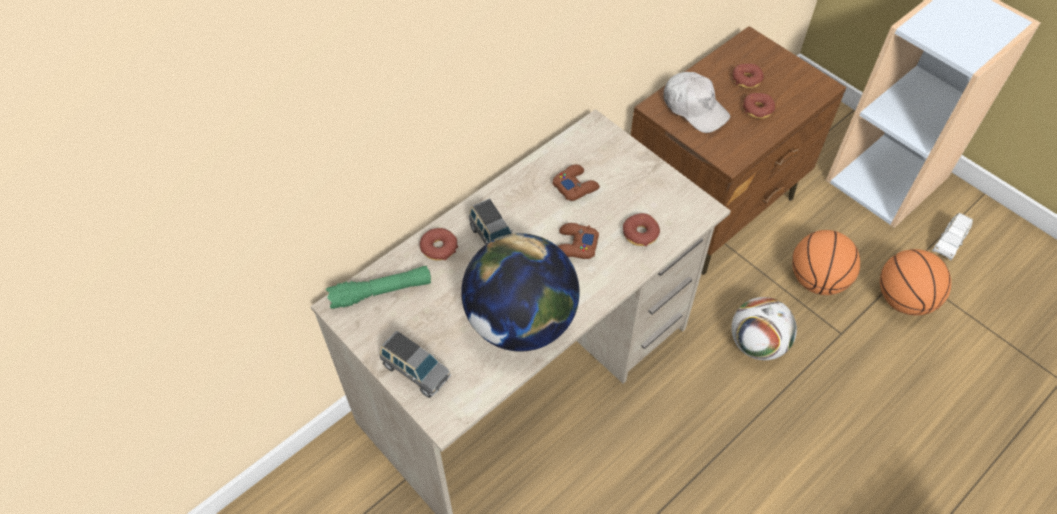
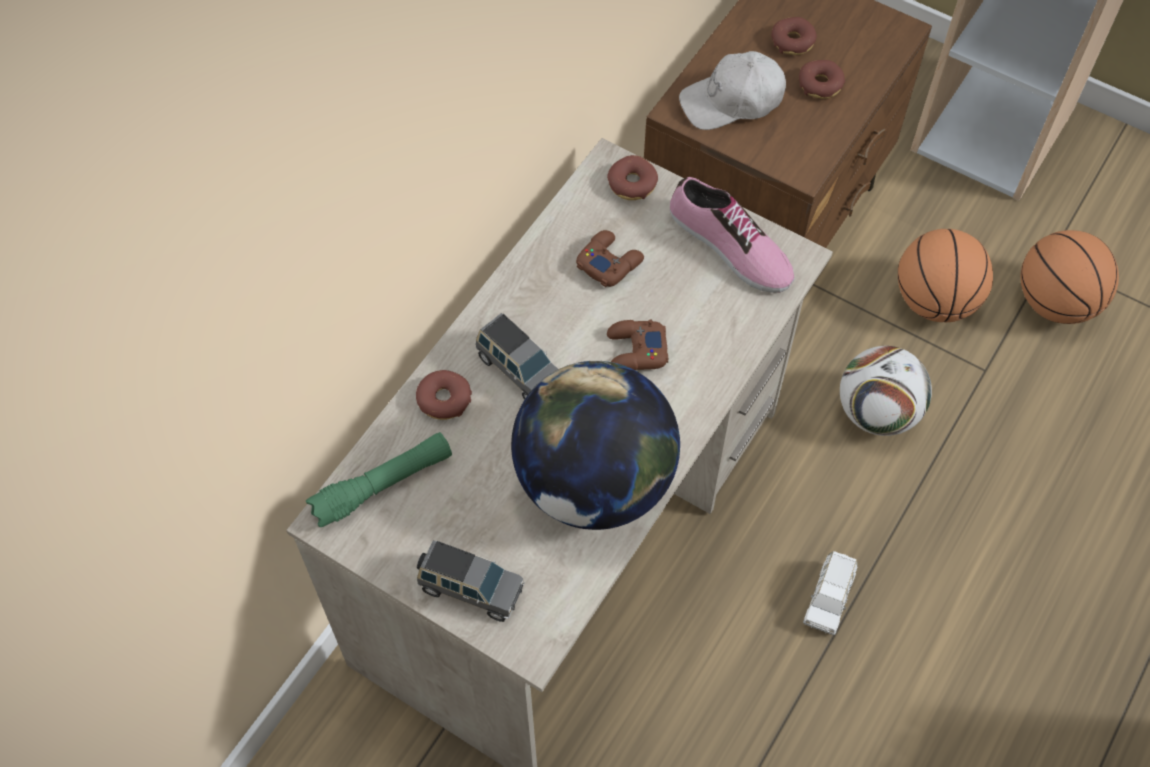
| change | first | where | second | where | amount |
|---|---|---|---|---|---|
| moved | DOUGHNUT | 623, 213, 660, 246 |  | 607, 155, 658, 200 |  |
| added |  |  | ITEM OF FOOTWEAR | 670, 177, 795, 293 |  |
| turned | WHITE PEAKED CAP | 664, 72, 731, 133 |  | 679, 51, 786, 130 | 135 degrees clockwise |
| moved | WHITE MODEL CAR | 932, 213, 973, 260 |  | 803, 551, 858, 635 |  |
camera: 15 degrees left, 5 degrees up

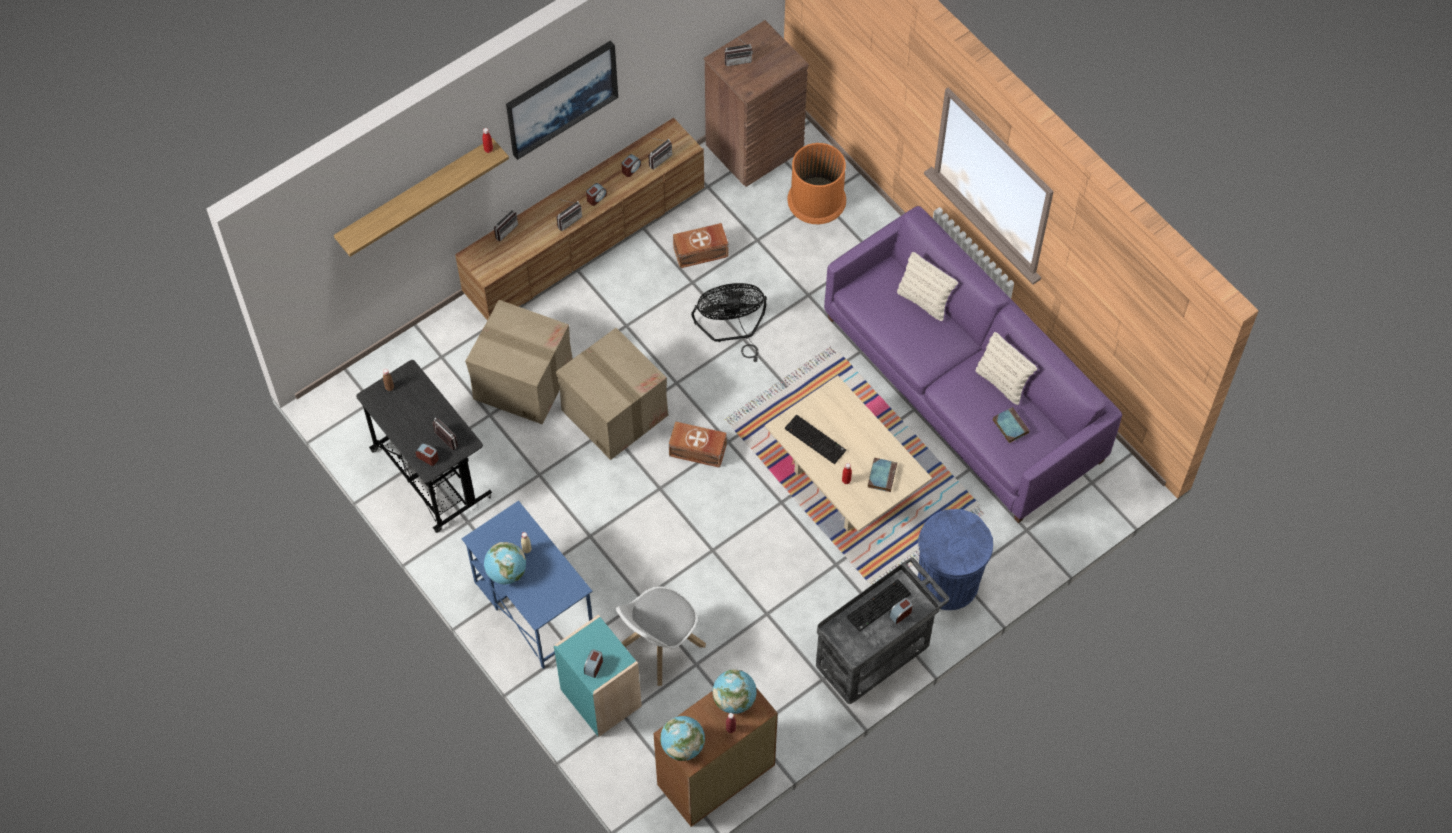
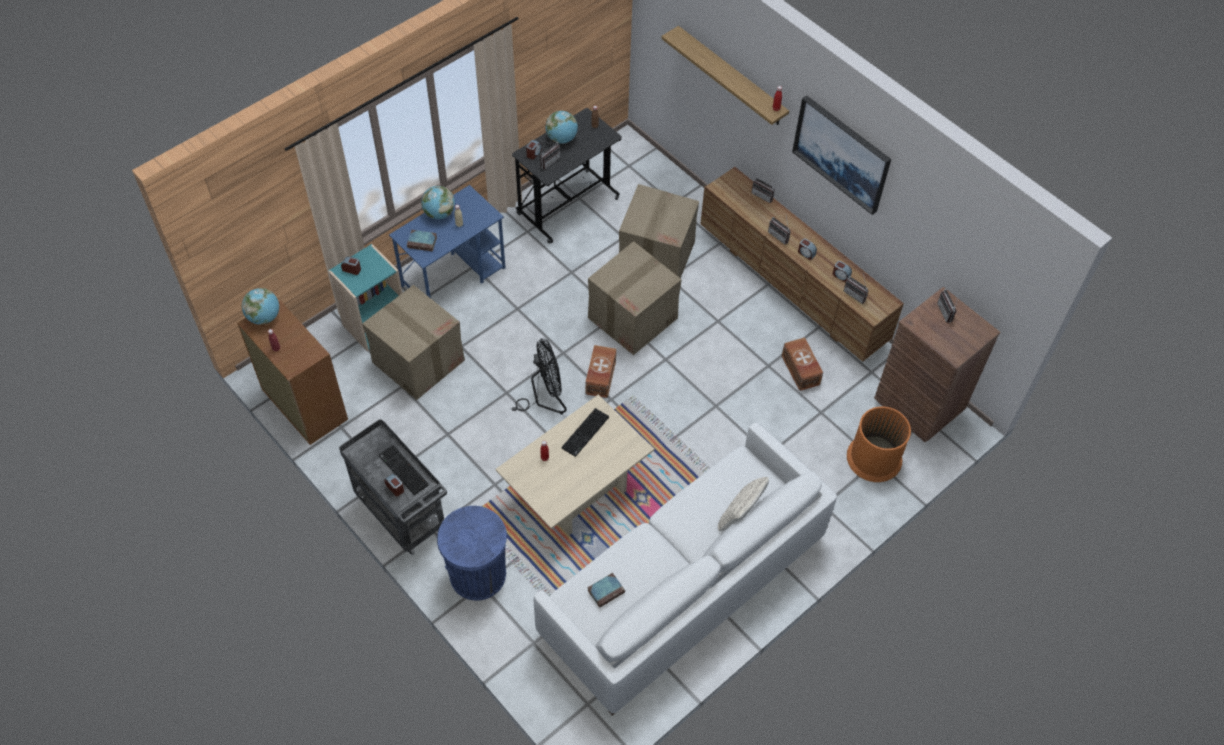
| change | first | where | second | where | amount |
|---|---|---|---|---|---|
| replaced | CHAIR | 616, 586, 706, 686 | CARDBOARD BOX | 362, 285, 465, 400 |  |
| moved | VOLUME | 868, 458, 897, 492 |  | 407, 230, 437, 252 |  |
| moved | BLACKISH COOLING FAN | 691, 283, 767, 362 |  | 511, 338, 567, 415 |  |
| recoloured | PURPLISH SOFA | 824, 206, 1122, 523 | WHITE SOFA | 534, 422, 837, 715 |  |
| moved | DESK GLOBE | 713, 669, 757, 714 |  | 546, 111, 578, 144 |  |
| removed | SAND-COLOURED THROW PILLOW | 975, 332, 1037, 405 |  |  |  |
camera: 85 degrees right, 5 degrees down

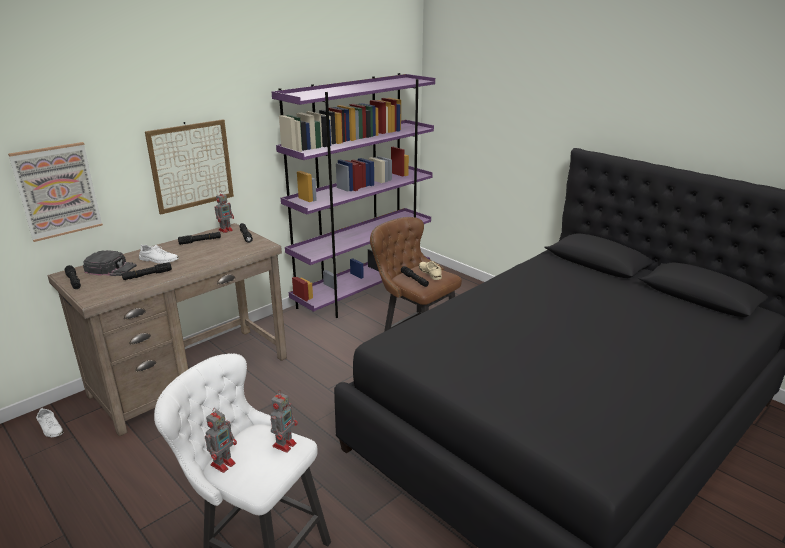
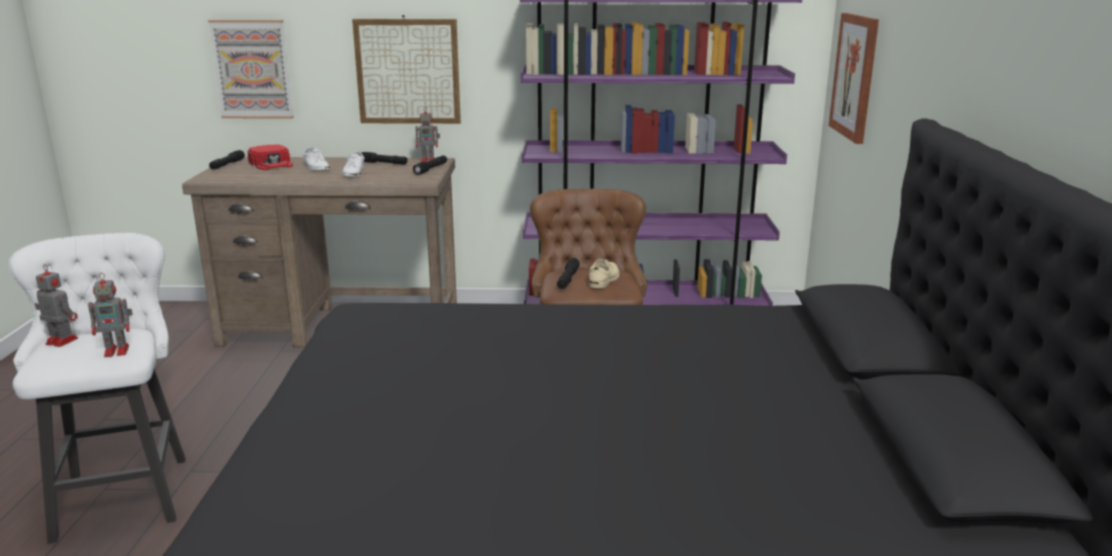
| change | first | where | second | where | amount |
|---|---|---|---|---|---|
| turned | ROBOT FIGURE | 205, 408, 237, 473 |  | 35, 264, 78, 347 | 150 degrees counterclockwise |
| recoloured | BLACKISH PEAKED CAP | 83, 250, 137, 276 | RED PEAKED CAP | 247, 144, 293, 170 |  |
| moved | WHITE ITEM OF FOOTWEAR | 36, 408, 64, 437 |  | 342, 150, 364, 177 |  |
| added |  |  | PICTURE | 829, 13, 879, 144 |  |
| removed | BLACKISH TORCH | 122, 262, 172, 280 |  |  |  |
camera: 45 degrees right, 5 degrees down

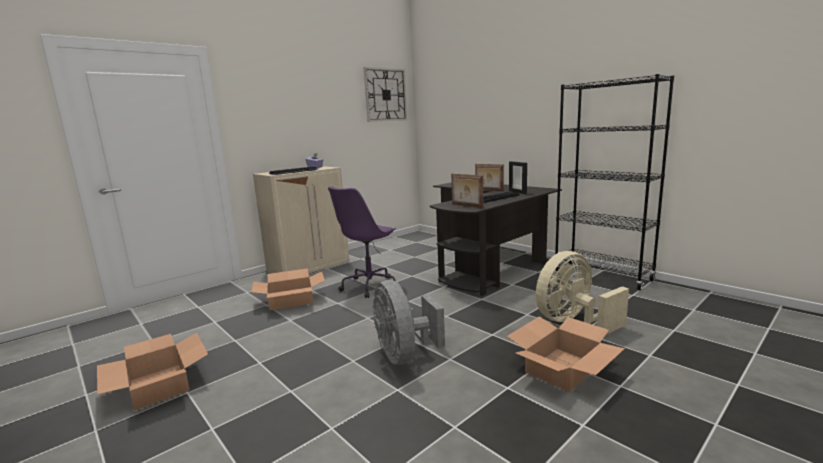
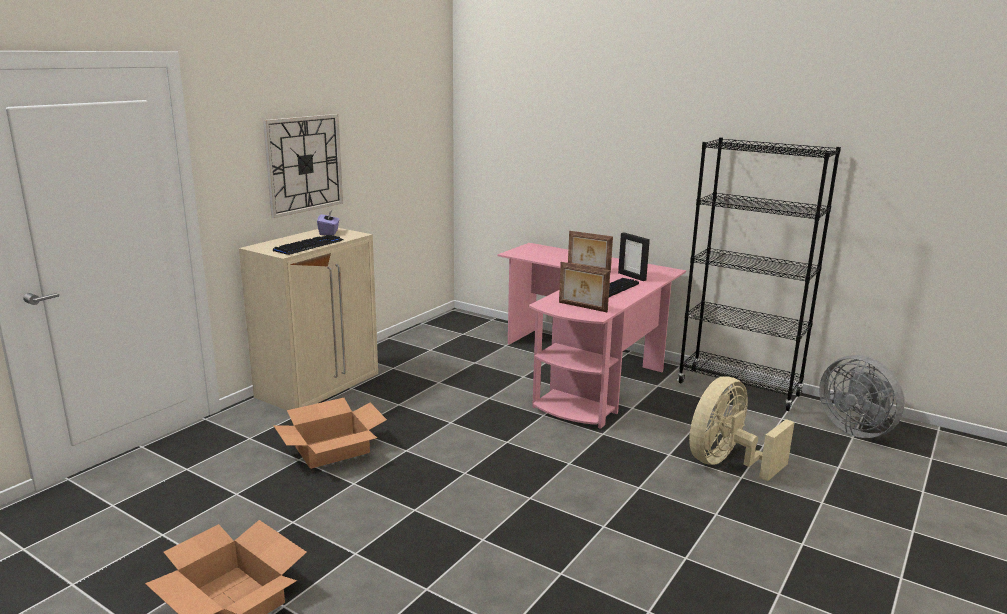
| change | first | where | second | where | amount |
|---|---|---|---|---|---|
| moved | HANGING CLOCK | 364, 67, 407, 122 |  | 263, 114, 343, 218 |  |
| recoloured | BLACKISH DESK | 430, 182, 562, 296 | PINK DESK | 497, 243, 686, 429 |  |
| moved | GREY COOLING FAN | 373, 280, 445, 365 |  | 819, 355, 905, 438 |  |
| removed | PURPLISH COMPUTER CHAIR | 328, 186, 396, 298 |  |  |  |
| removed | CARDBOARD BOX | 507, 316, 625, 392 |  |  |  |
camera: 15 degrees left, 5 degrees up

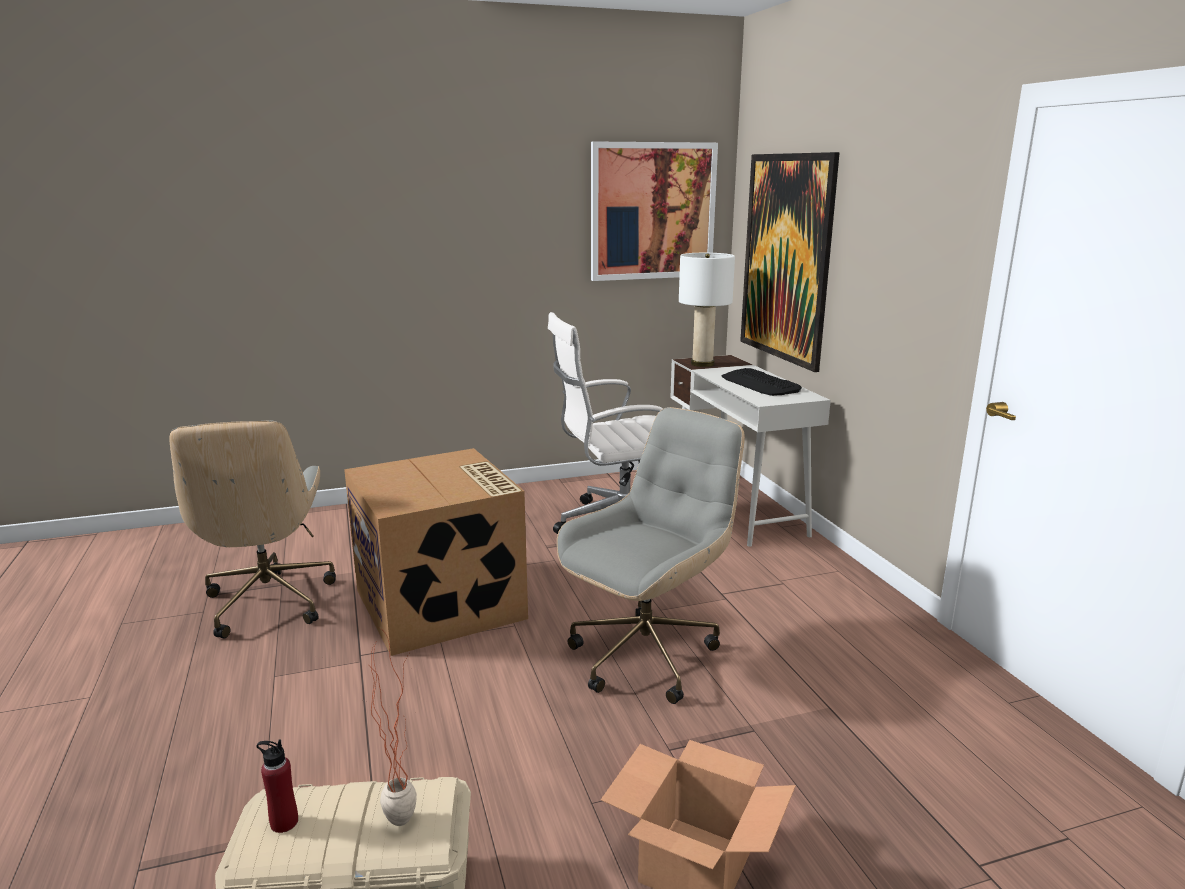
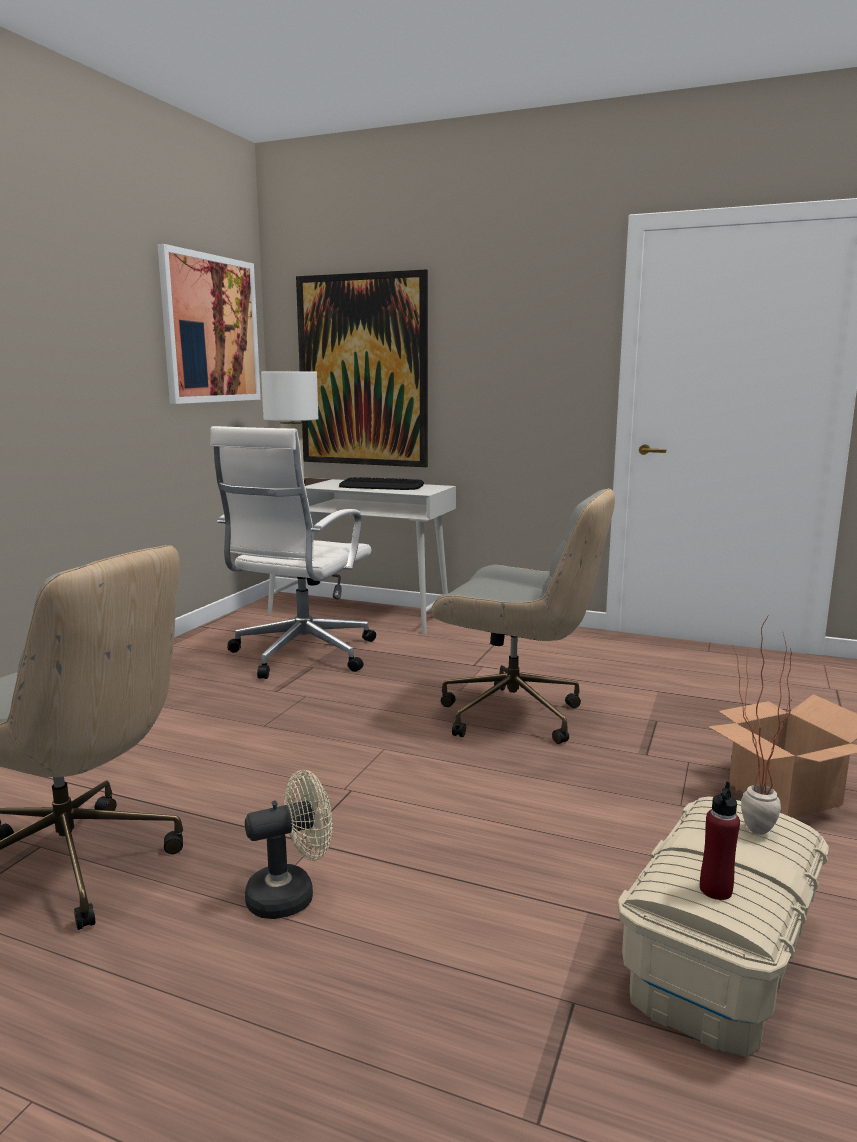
| change | first | where | second | where | amount |
|---|---|---|---|---|---|
| added |  |  | SAND-COLOURED COOLING FAN | 245, 770, 333, 919 |  |
| turned | GREY COMPUTER CHAIR | 557, 407, 745, 704 |  | 431, 488, 615, 744 | 120 degrees clockwise |
| removed | CARDBOARD BOX | 344, 448, 528, 656 |  |  |  |
camera: 50 degrees left, 5 degrees down

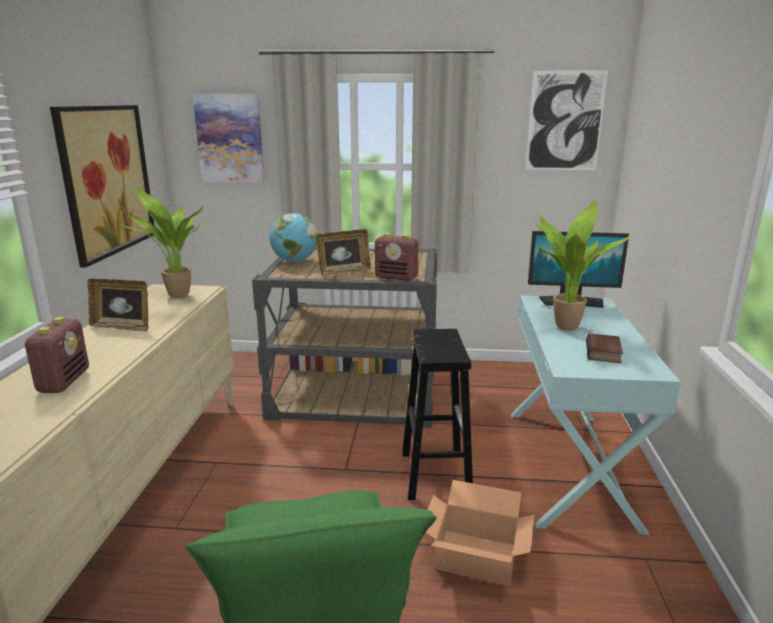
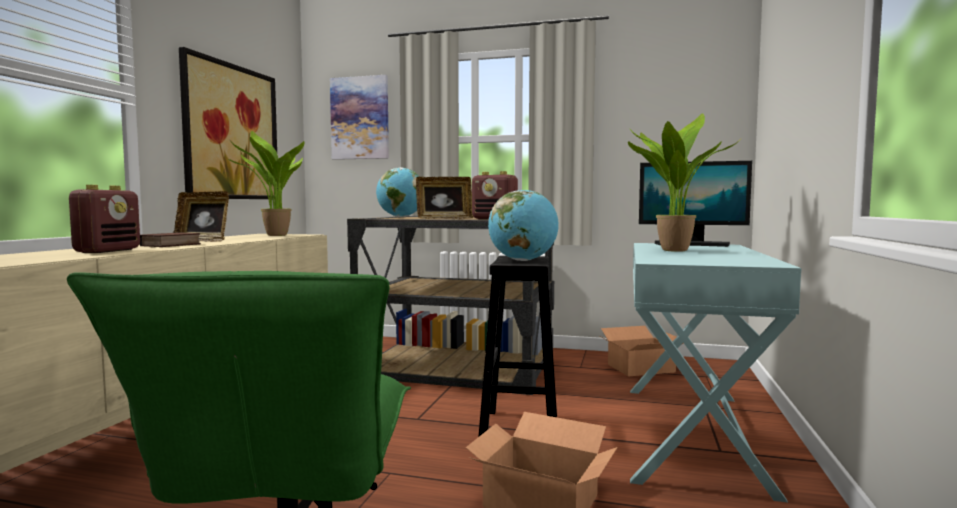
| change | first | where | second | where | amount |
|---|---|---|---|---|---|
| moved | VOLUME | 586, 333, 623, 363 |  | 140, 232, 201, 247 |  |
| added |  |  | DESK GLOBE | 488, 190, 559, 261 |  |
| added |  |  | CARDBOARD BOX | 601, 326, 683, 376 |  |
| removed | PICTURE | 526, 70, 608, 170 |  |  |  |
camera: 10 degrees right, 15 degrees down

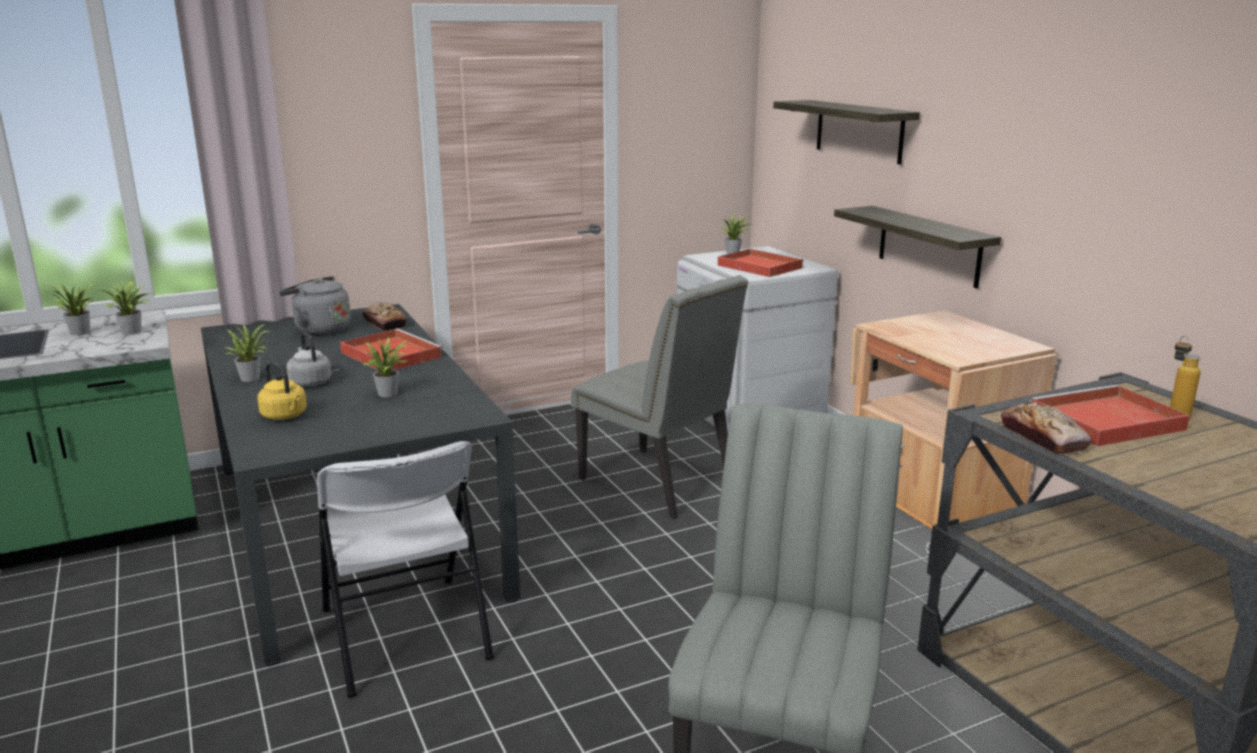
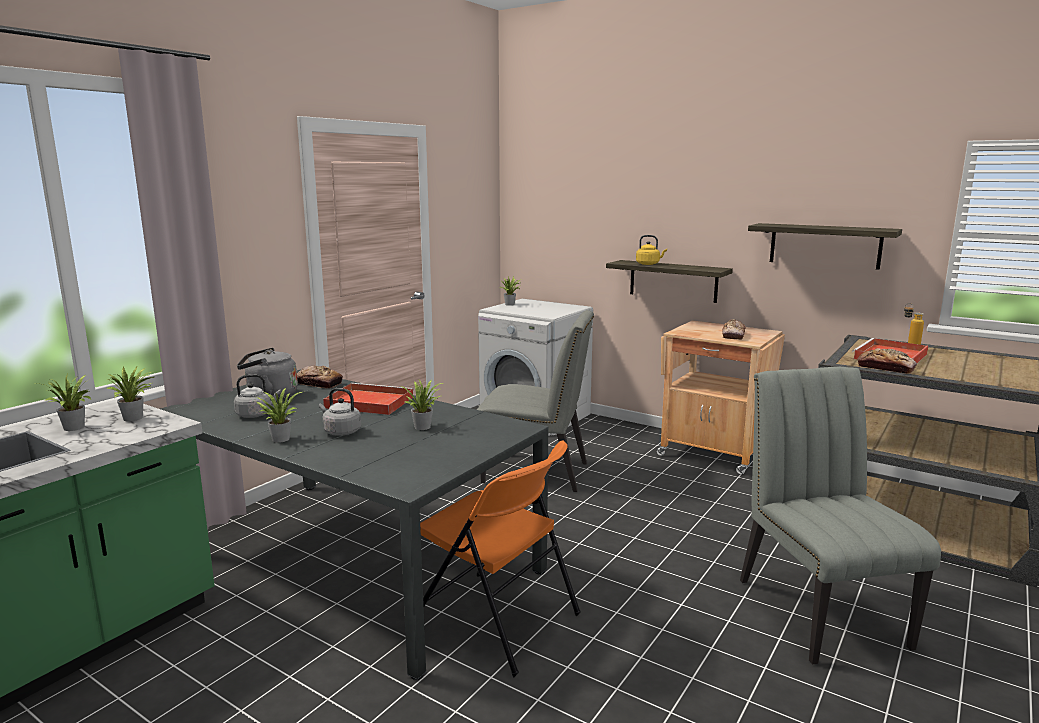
| change | first | where | second | where | amount |
|---|---|---|---|---|---|
| added |  |  | GREY WATER KETTLE | 234, 374, 281, 418 |  |
| recoloured | WHITE CHAIR | 317, 441, 494, 698 | ORANGEY CHAIR | 420, 440, 581, 677 |  |
| moved | YELLOW WATER KETTLE | 257, 362, 307, 420 |  | 636, 235, 667, 265 |  |
| added |  |  | BREAD | 722, 319, 746, 340 |  |
| moved | SHELF | 773, 100, 920, 164 |  | 748, 223, 902, 270 |  |
| removed | RED SERVING TRAY | 718, 248, 804, 277 |  |  |  |
camera: 30 degrees left, 5 degrees down

